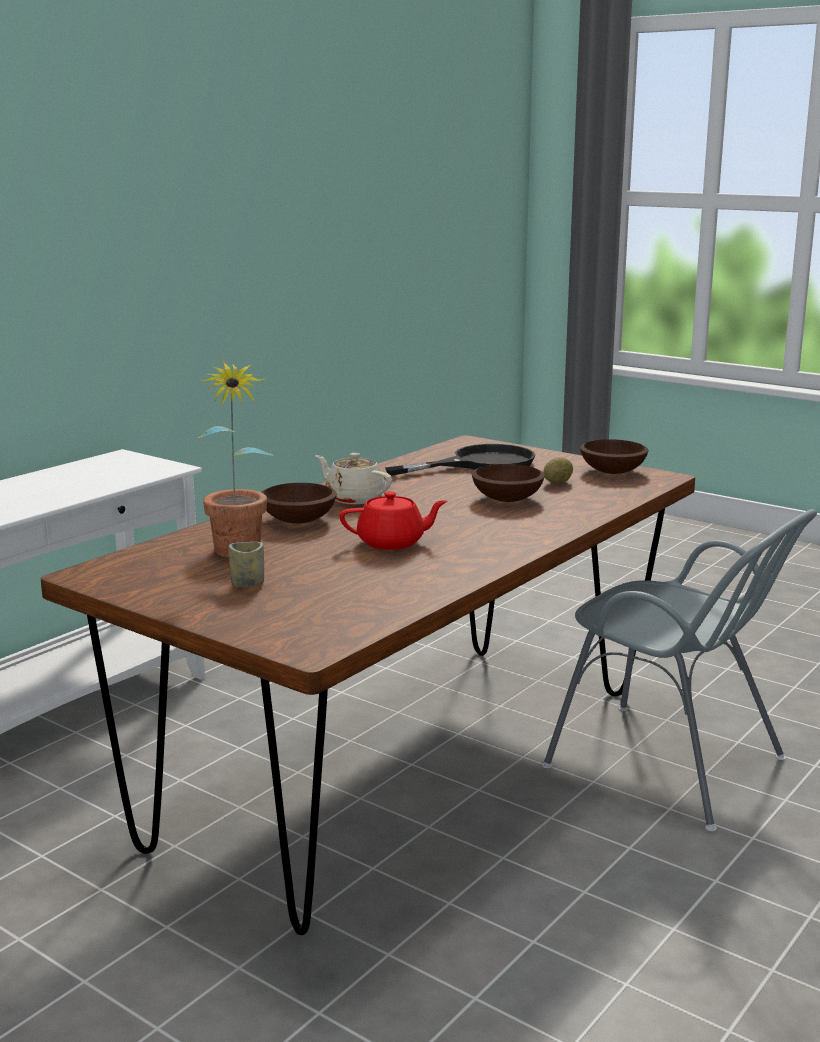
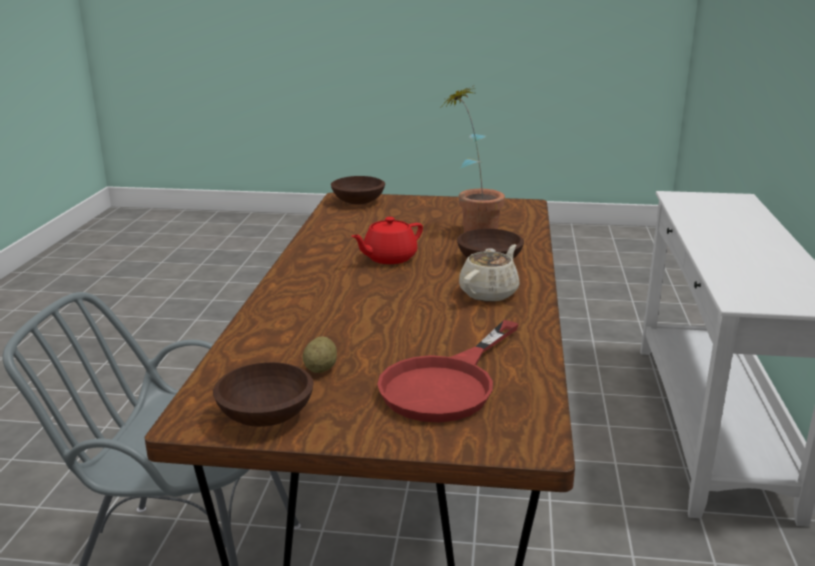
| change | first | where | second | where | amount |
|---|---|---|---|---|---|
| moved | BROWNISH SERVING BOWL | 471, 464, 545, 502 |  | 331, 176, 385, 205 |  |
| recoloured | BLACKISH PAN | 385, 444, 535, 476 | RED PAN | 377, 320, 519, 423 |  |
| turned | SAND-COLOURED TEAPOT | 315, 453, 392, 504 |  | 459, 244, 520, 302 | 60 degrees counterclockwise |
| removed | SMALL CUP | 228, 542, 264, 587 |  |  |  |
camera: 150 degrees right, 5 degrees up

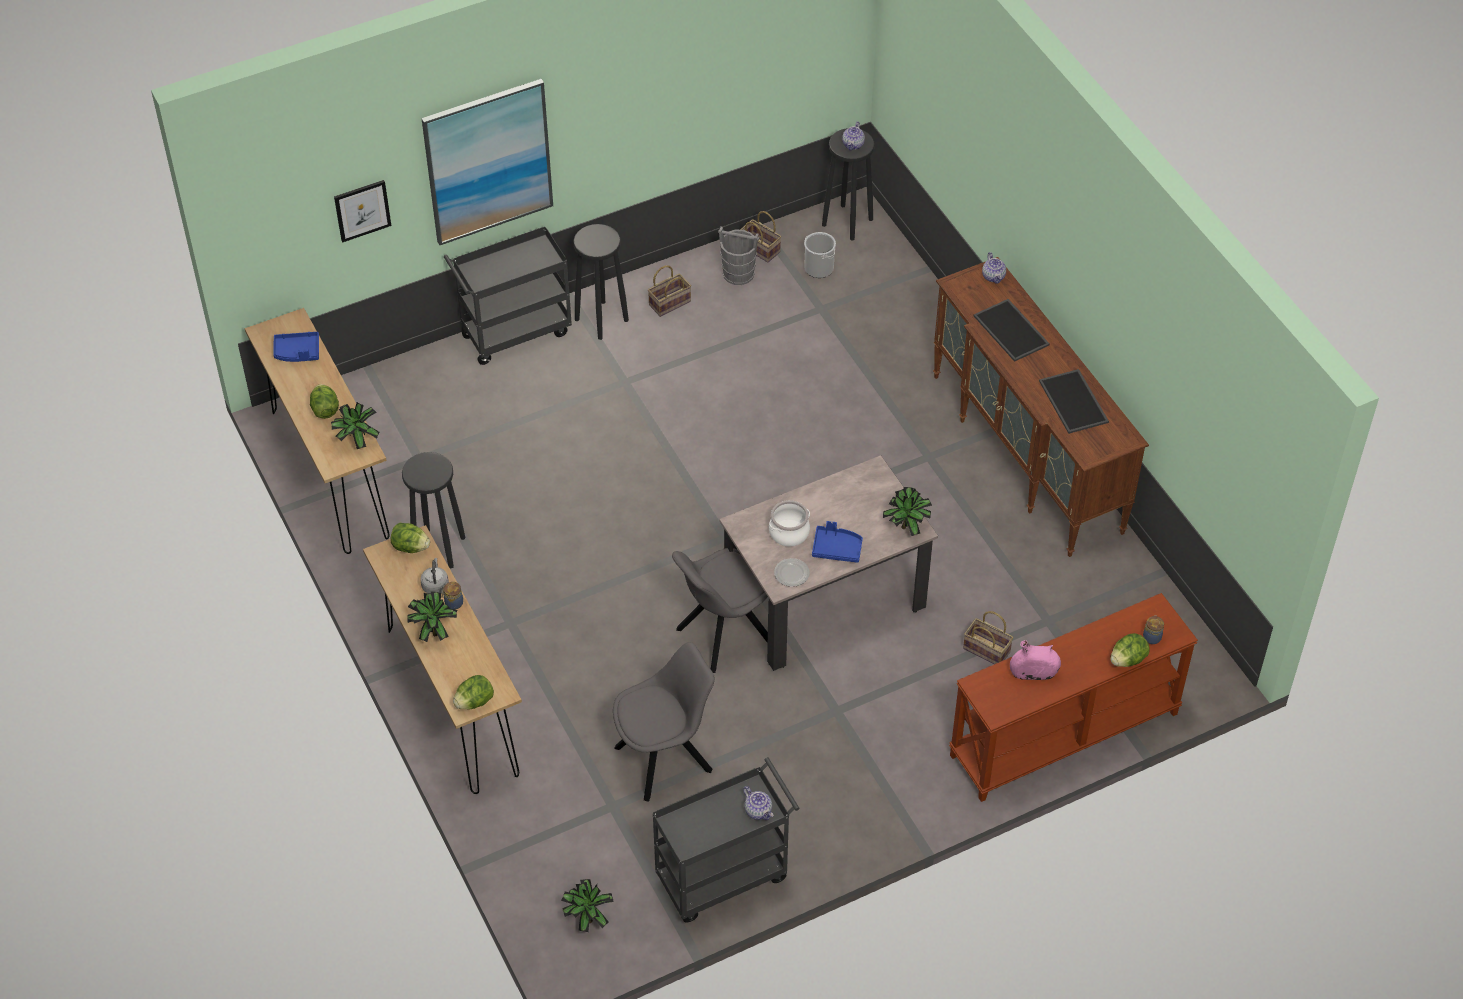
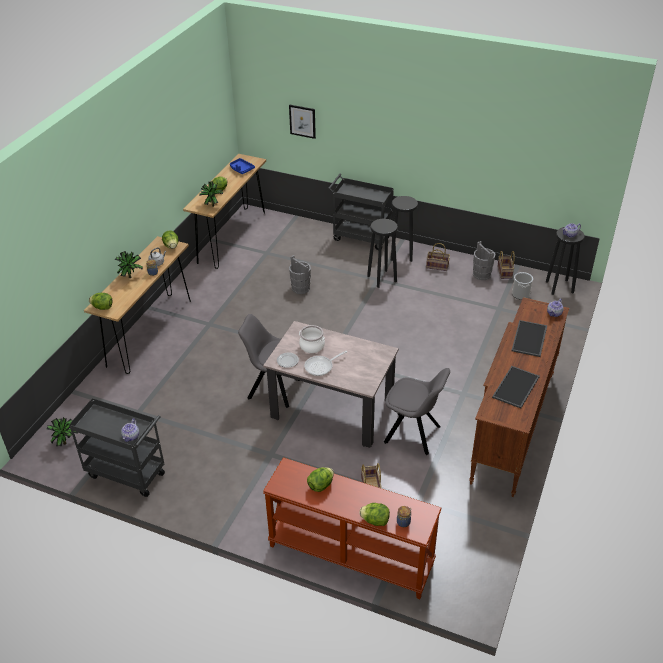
| change | first | where | second | where | amount |
|---|---|---|---|---|---|
| added |  |  | GREY BUCKET | 289, 255, 311, 294 |  |
| replaced | BLUISH SERVING TRAY | 812, 521, 863, 563 | PAN | 304, 351, 347, 376 |  |
| replaced | PINK VASE | 1010, 640, 1061, 680 | HEAD OF LETTUCE | 307, 467, 334, 492 |  |
| moved | BLACKISH SITTING STOOL | 402, 452, 465, 568 |  | 367, 219, 398, 288 |  |
| moved | GREY CHAIR | 613, 642, 715, 802 |  | 384, 368, 450, 455 |  |
| removed | PICTURE | 421, 79, 553, 245 |  |  |  |
| removed | HOUSEPLANT | 883, 487, 932, 536 |  |  |  |
camera: 50 degrees right, 10 degrees down

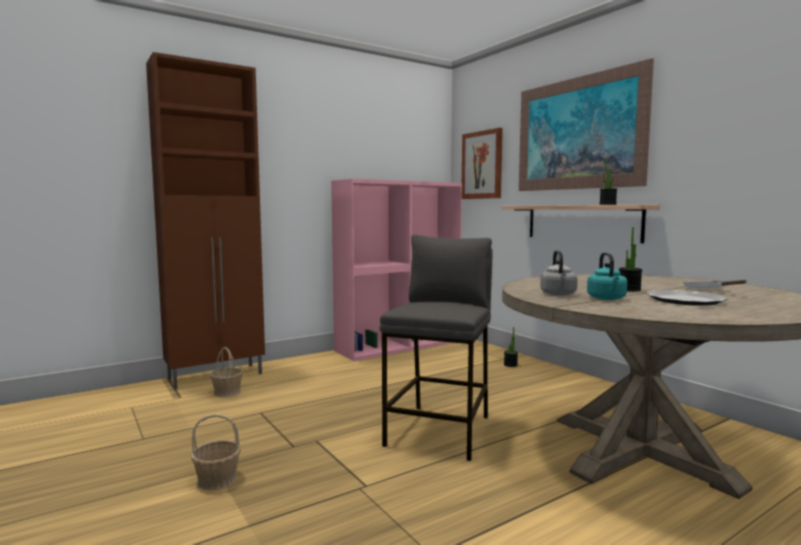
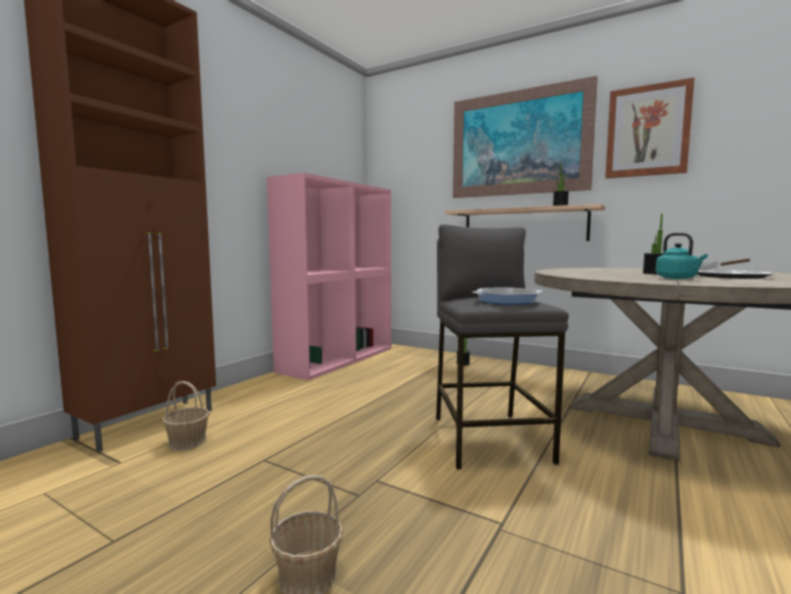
| change | first | where | second | where | amount |
|---|---|---|---|---|---|
| added |  |  | PAN | 473, 287, 542, 305 |  |
| moved | PICTURE | 462, 128, 503, 199 |  | 605, 78, 695, 179 |  |
| removed | GREY WATER KETTLE | 540, 250, 578, 296 |  |  |  |
camera: 25 degrees left, 0 degrees up

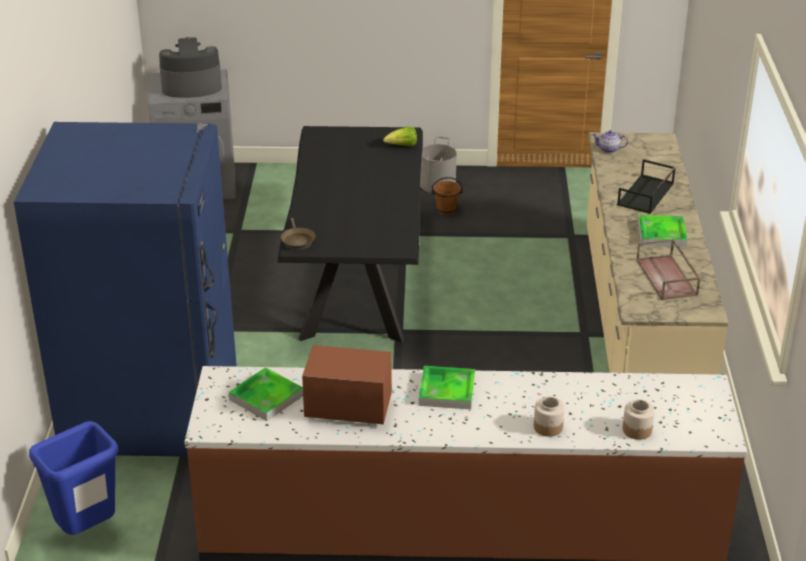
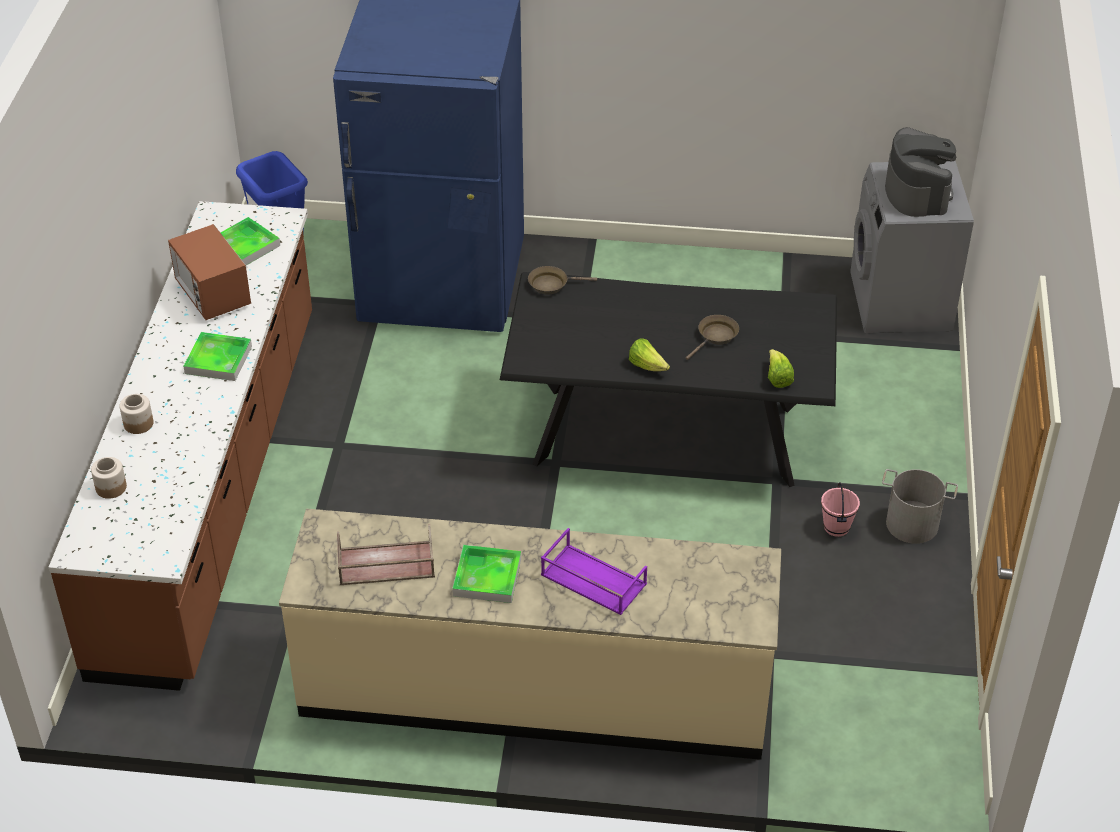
| change | first | where | second | where | amount |
|---|---|---|---|---|---|
| turned | MICROWAVE | 302, 345, 392, 425 |  | 168, 224, 251, 320 | 135 degrees clockwise |
| recoloured | BLACKISH SERVING TRAY | 617, 159, 676, 214 | PURPLISH SERVING TRAY | 541, 528, 647, 615 |  |
| added |  |  | HEAD OF LETTUCE | 629, 338, 670, 371 |  |
| added |  |  | BROWNISH PAN | 686, 315, 739, 360 |  |
| recoloured | BROWNISH BUCKET | 432, 177, 463, 216 | PINK BUCKET | 821, 482, 860, 537 |  |
| removed | TEAPOT | 592, 130, 628, 153 |  |  |  |
camera: 95 degrees right, 10 degrees up

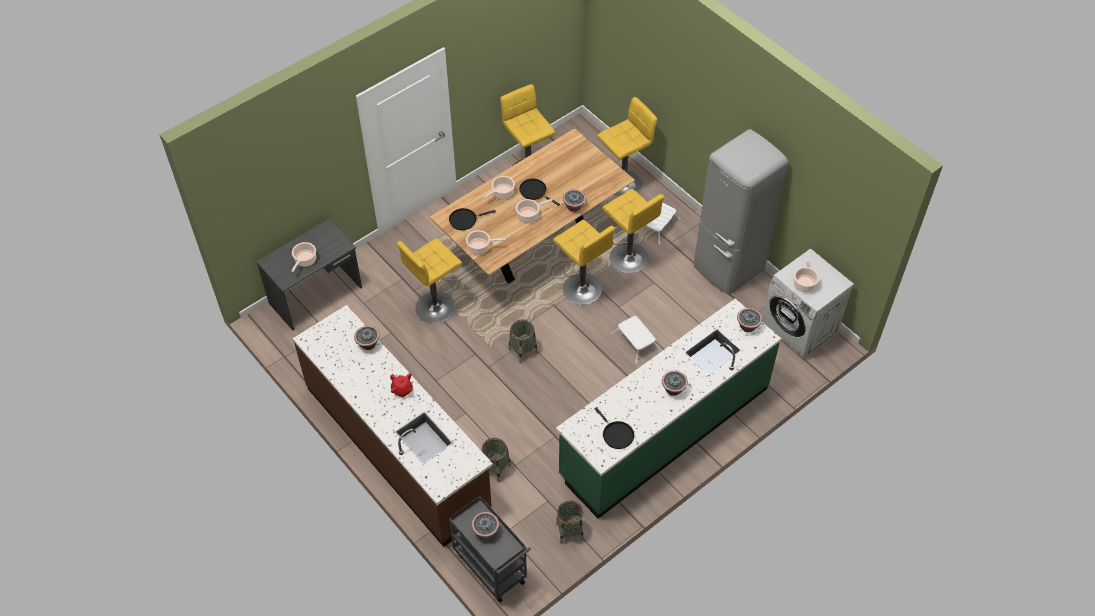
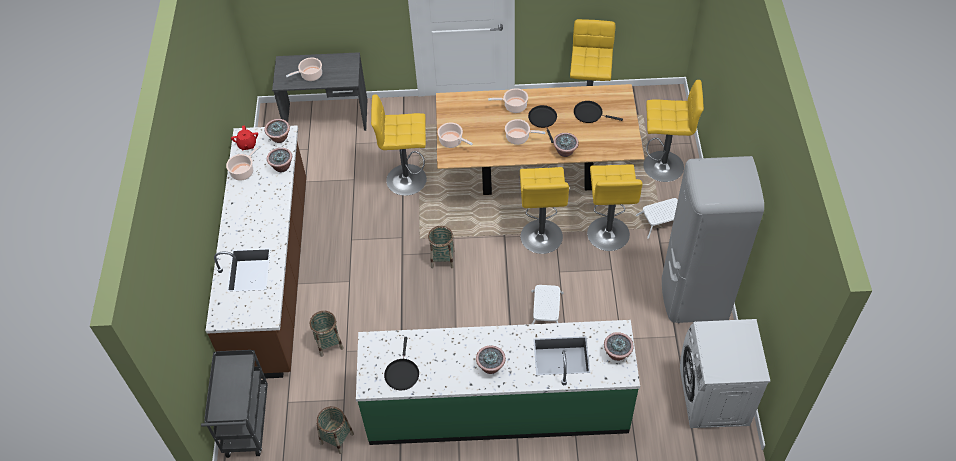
| change | first | where | second | where | amount |
|---|---|---|---|---|---|
| moved | STOCKPOT | 794, 254, 819, 292 |  | 226, 145, 261, 181 |  |
| moved | RED TEAPOT | 390, 373, 413, 397 |  | 231, 126, 258, 150 |  |
| moved | HOUSEPLANT | 472, 512, 499, 538 |  | 265, 119, 290, 143 |  |
| moved | BLACKISH PAN | 449, 208, 496, 230 |  | 574, 101, 623, 123 |  |
camera: 40 degrees right, 0 degrees up

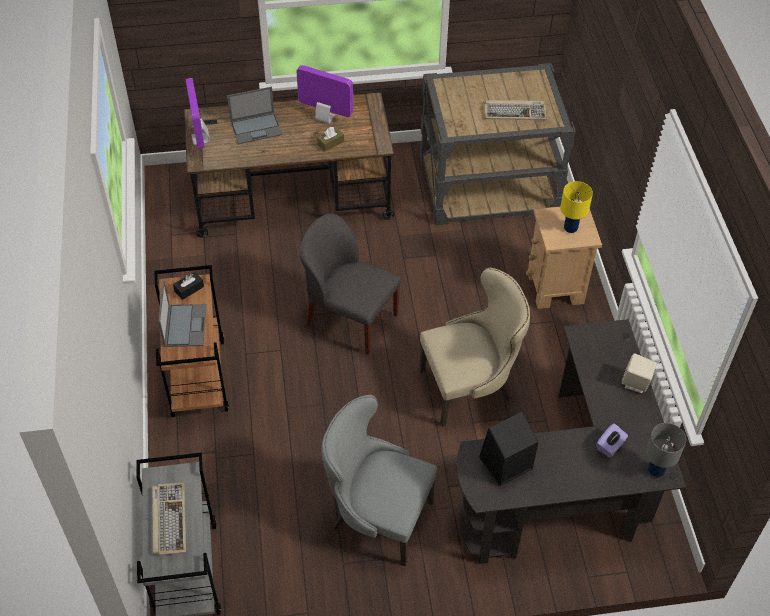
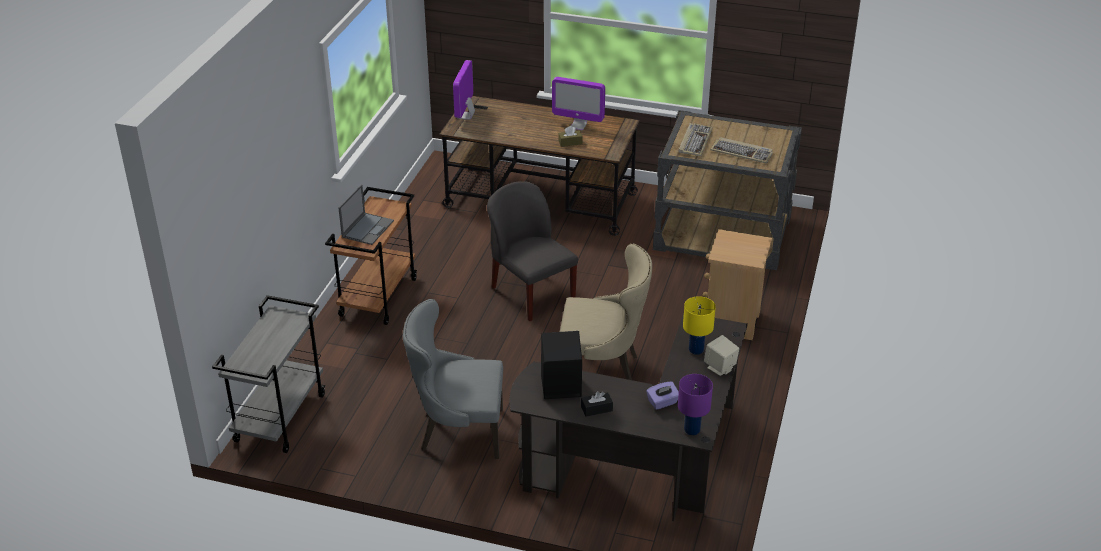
| change | first | where | second | where | amount |
|---|---|---|---|---|---|
| turned | GREY CHAIR | 322, 395, 437, 567 |  | 403, 299, 503, 459 | 45 degrees counterclockwise |
| turned | COMPUTER DISPLAY | 297, 65, 353, 124 |  | 552, 77, 605, 131 | 150 degrees clockwise |
| moved | BLACKISH BOX OF TISSUES | 173, 272, 204, 300 |  | 581, 391, 613, 417 |  |
| moved | PC KEYBOARD | 152, 482, 186, 556 |  | 678, 123, 713, 156 |  |
| recoloured | GREY TABLE LAMP | 646, 423, 686, 477 | PURPLISH TABLE LAMP | 678, 374, 713, 435 |  |
| moved | YELLOW TABLE LAMP | 560, 181, 593, 233 |  | 683, 296, 716, 355 |  |
| removed | PORTABLE COMPUTER | 227, 86, 283, 144 |  |  |  |
camera: 25 degrees right, 15 degrees down

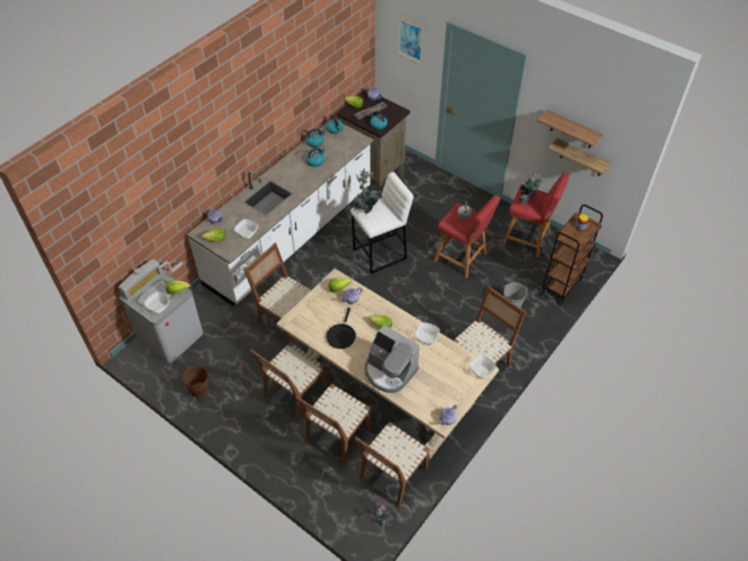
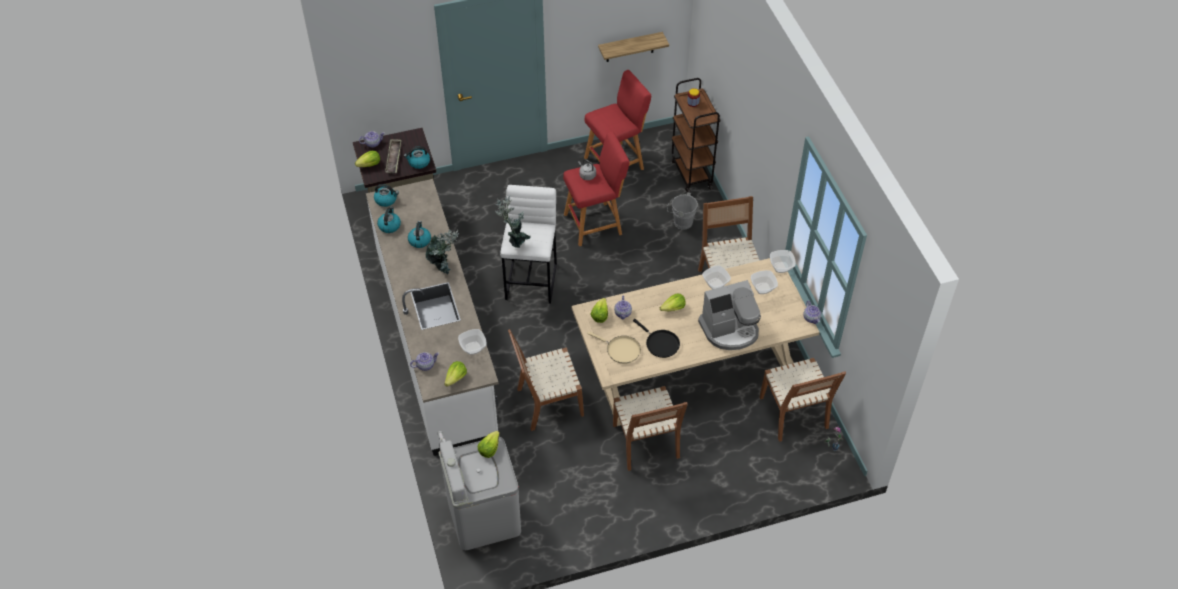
| change | first | where | second | where | amount |
|---|---|---|---|---|---|
| moved | HOUSEPLANT | 519, 173, 547, 204 |  | 426, 229, 459, 275 |  |
| added |  |  | SAND-COLOURED PAN | 587, 332, 641, 364 |  |
| moved | SERVING BOWL | 144, 292, 170, 314 |  | 751, 270, 778, 294 |  |
| removed | BROWNISH BUCKET | 183, 365, 214, 398 |  |  |  |
| removed | CHAIR | 295, 384, 371, 465 |  |  |  |
| removed | PICTURE | 398, 16, 424, 65 |  |  |  |
| removed | SHELF | 537, 110, 603, 148 |  |  |  |
camera: 55 degrees left, 0 degrees up

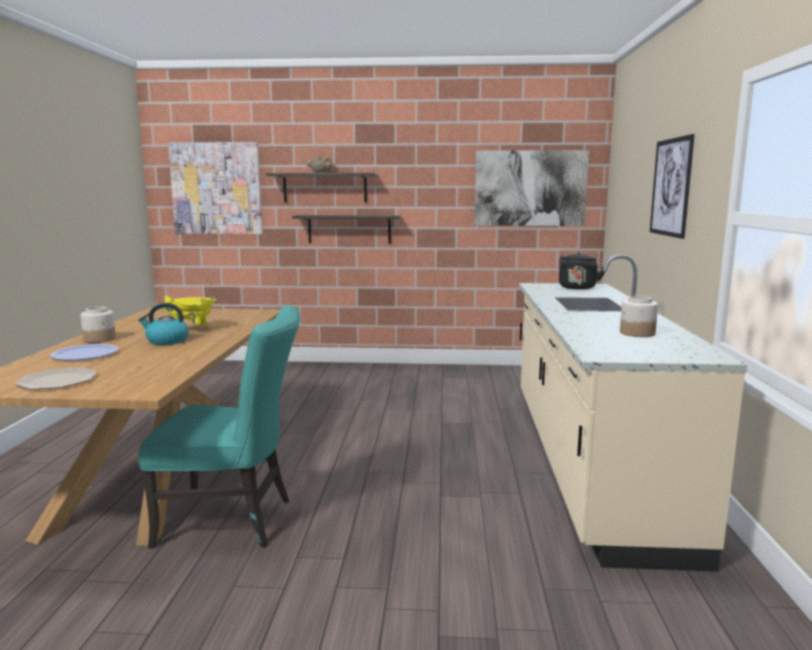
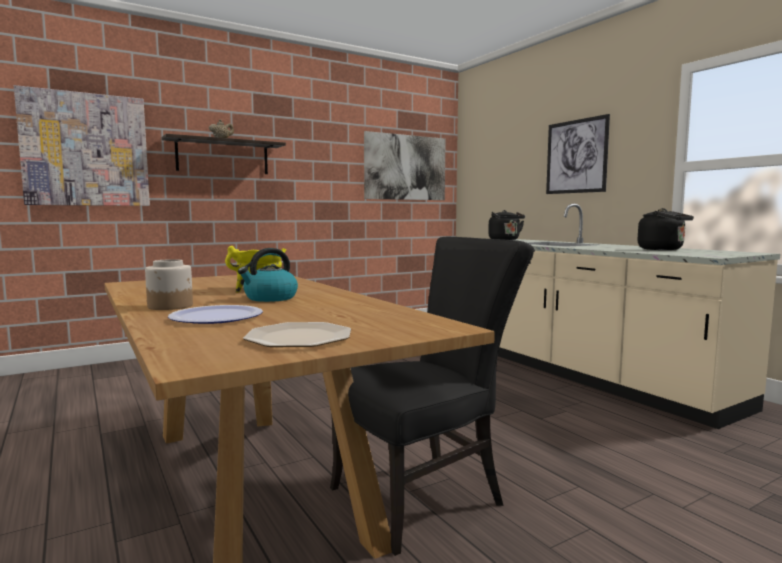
| change | first | where | second | where | amount |
|---|---|---|---|---|---|
| recoloured | BLUE-GREEN CHAIR | 139, 305, 300, 549 | BLACKISH CHAIR | 330, 237, 535, 556 |  |
| replaced | PRESERVE JAR | 620, 296, 658, 337 | BLACKISH WATER KETTLE | 637, 208, 694, 250 |  |
| removed | SHELF | 292, 215, 401, 244 |  |  |  |
camera: 35 degrees left, 5 degrees down

